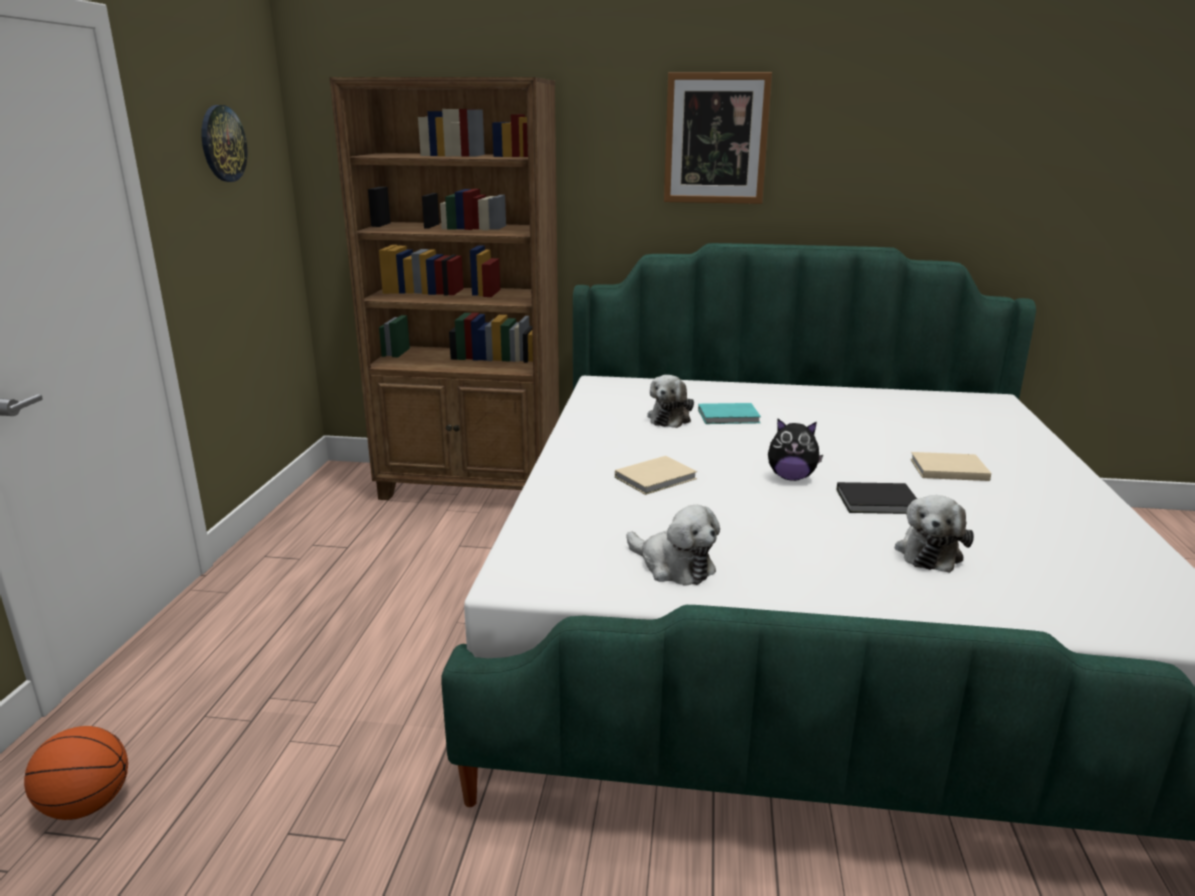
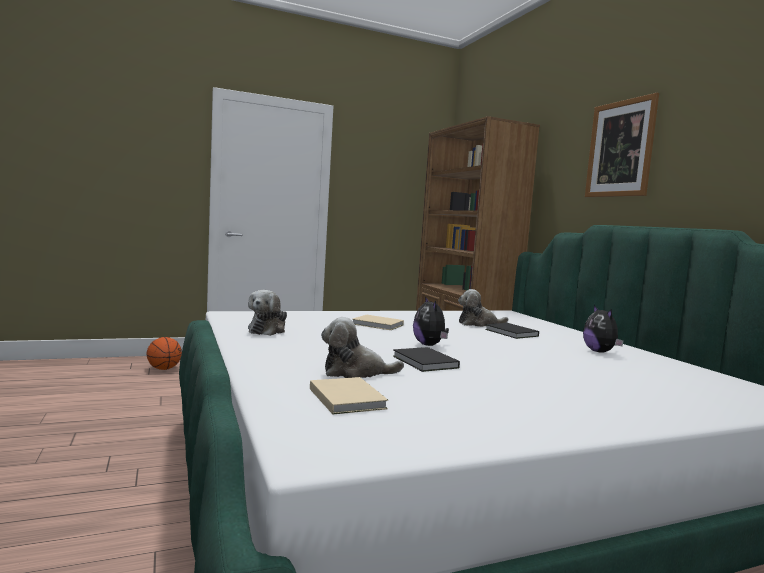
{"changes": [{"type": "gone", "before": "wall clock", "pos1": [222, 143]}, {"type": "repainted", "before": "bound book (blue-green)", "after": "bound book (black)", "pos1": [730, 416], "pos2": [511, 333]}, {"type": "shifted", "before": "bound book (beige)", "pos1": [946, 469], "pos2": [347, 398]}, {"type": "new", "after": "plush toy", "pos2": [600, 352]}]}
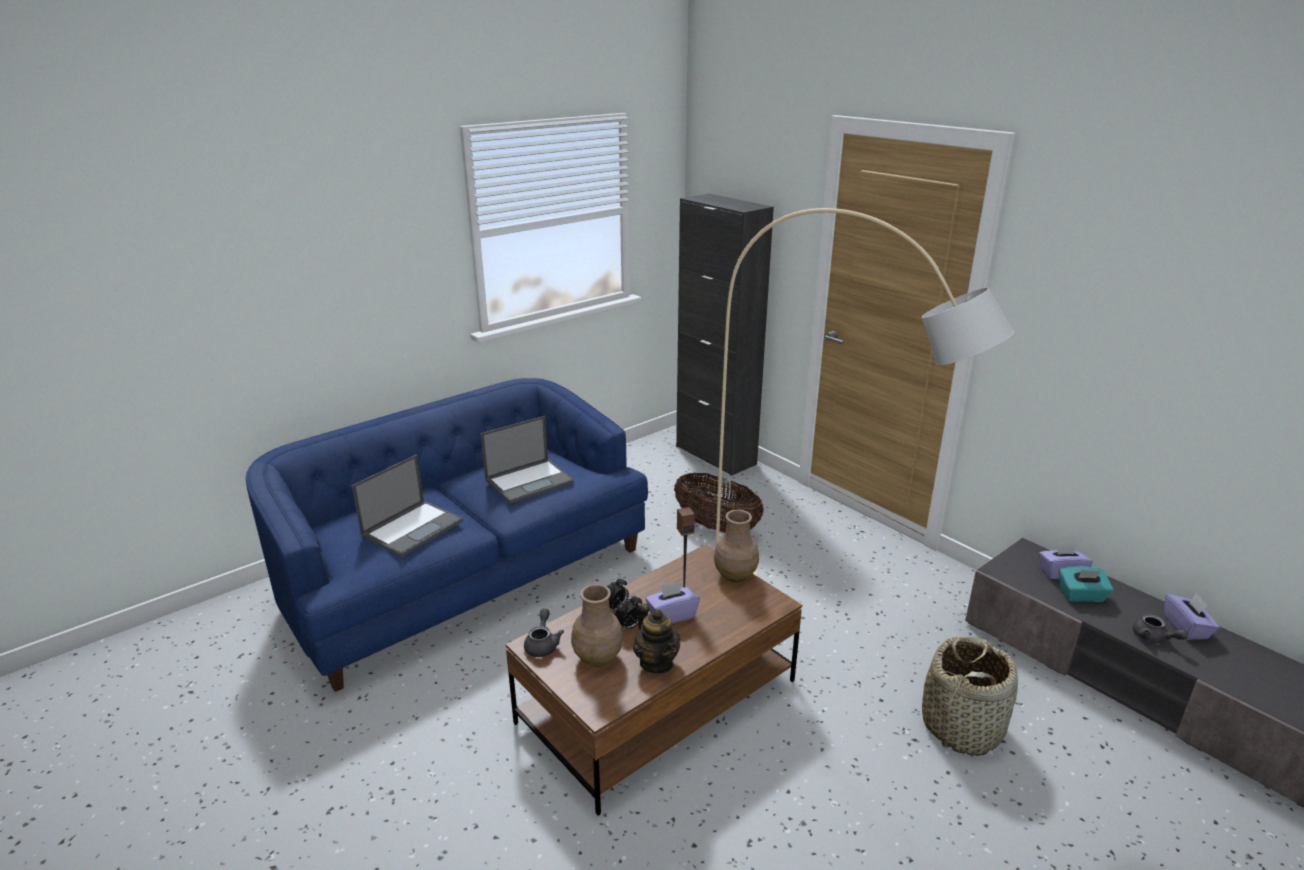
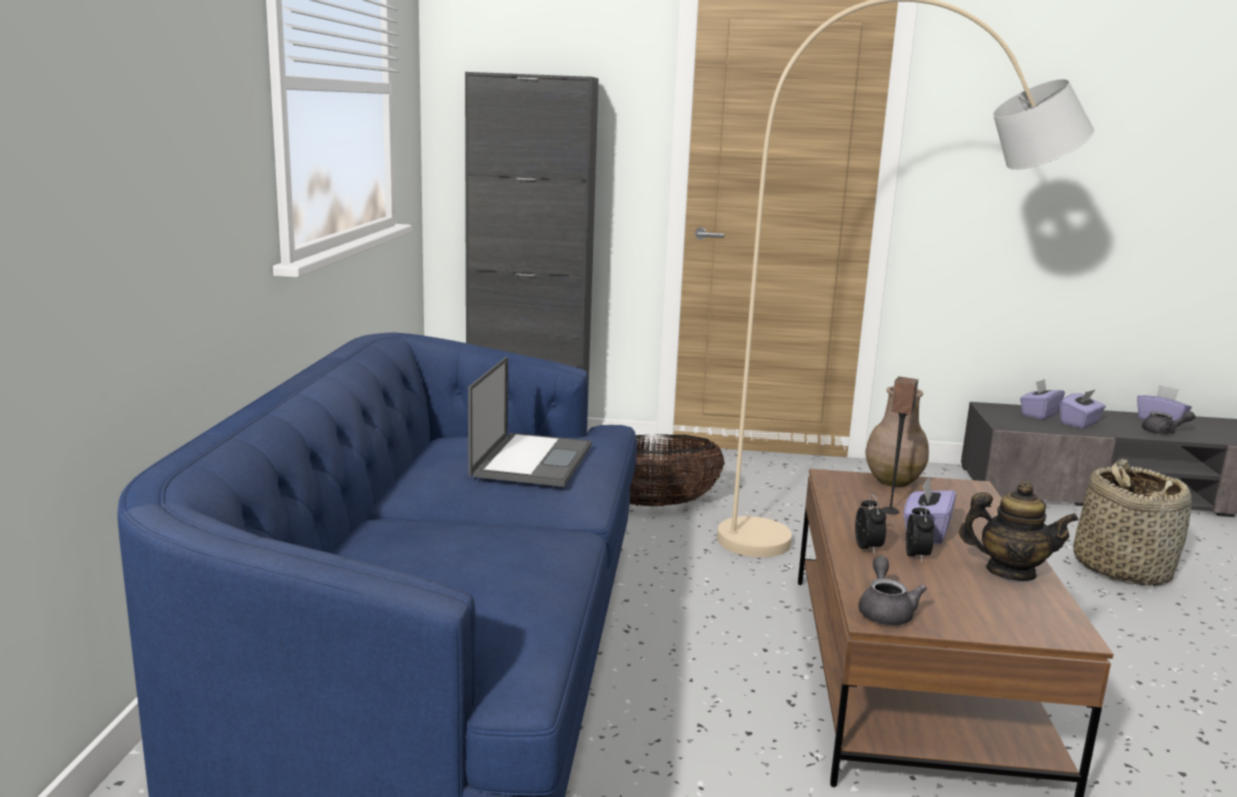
{"changes": [{"type": "gone", "before": "notebook computer", "pos1": [413, 528]}, {"type": "repainted", "before": "tissue holder (blue-green)", "after": "tissue holder (purple-coloured)", "pos1": [1081, 596], "pos2": [1080, 423]}, {"type": "gone", "before": "vase (brownish)", "pos1": [598, 658]}, {"type": "rotated", "before": "teapot (greyish)", "pos1": [542, 644], "pos2": [885, 611], "turn": 45}]}
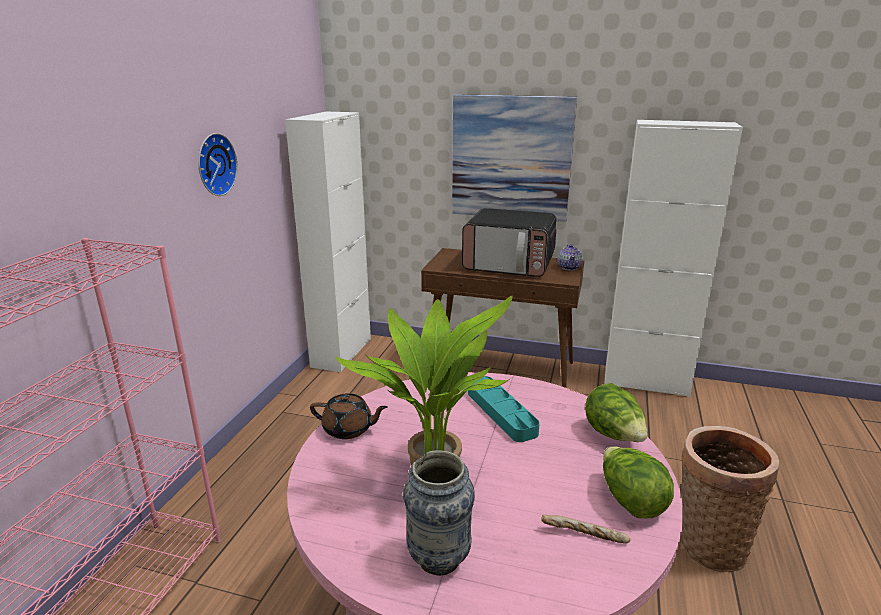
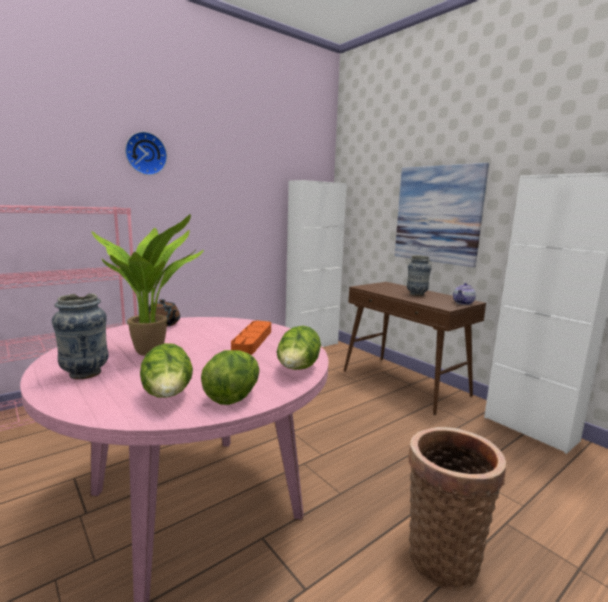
{"changes": [{"type": "shifted", "before": "wall clock", "pos1": [214, 164], "pos2": [145, 154]}, {"type": "swapped", "before": "kitchen microwave", "after": "vase", "pos1": [509, 265], "pos2": [416, 294]}, {"type": "repainted", "before": "tray (blue-green)", "after": "tray (orangey)", "pos1": [501, 412], "pos2": [252, 341]}, {"type": "swapped", "before": "bakery bread", "after": "lettuce head", "pos1": [584, 536], "pos2": [168, 396]}]}
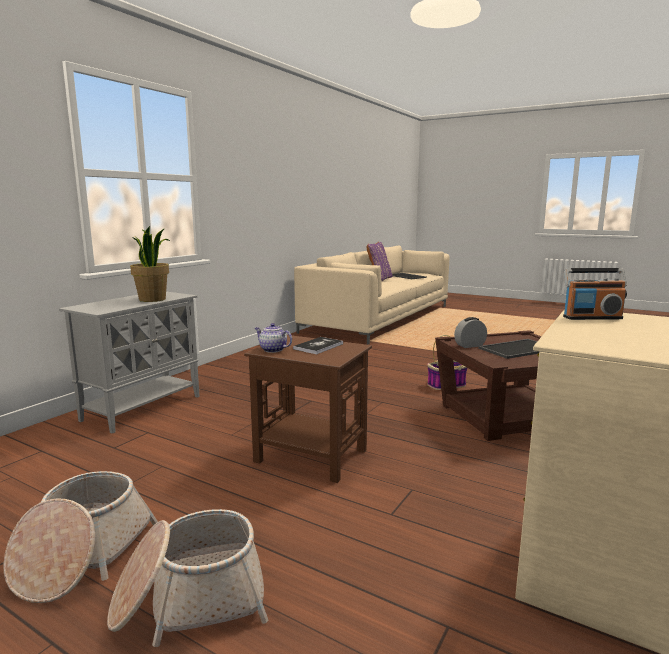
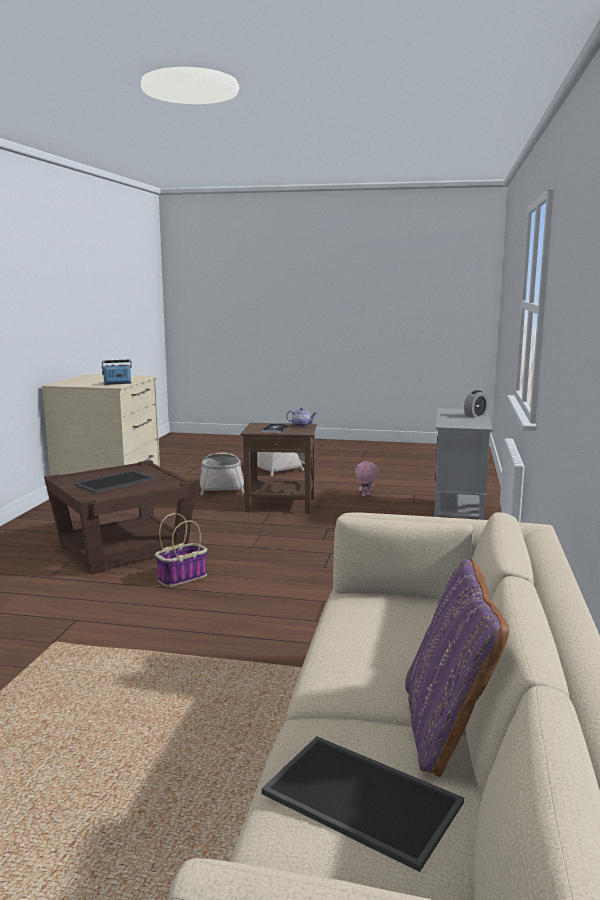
{"changes": [{"type": "gone", "before": "potted plant", "pos1": [153, 299]}, {"type": "shifted", "before": "alarm clock", "pos1": [470, 345], "pos2": [475, 415]}, {"type": "shifted", "before": "household basket", "pos1": [83, 555], "pos2": [222, 486]}, {"type": "new", "after": "plush toy (pink-coloured)", "pos2": [366, 495]}]}
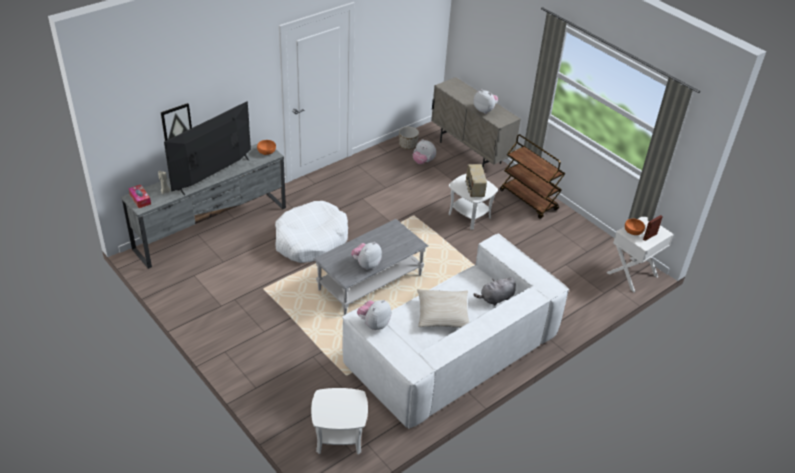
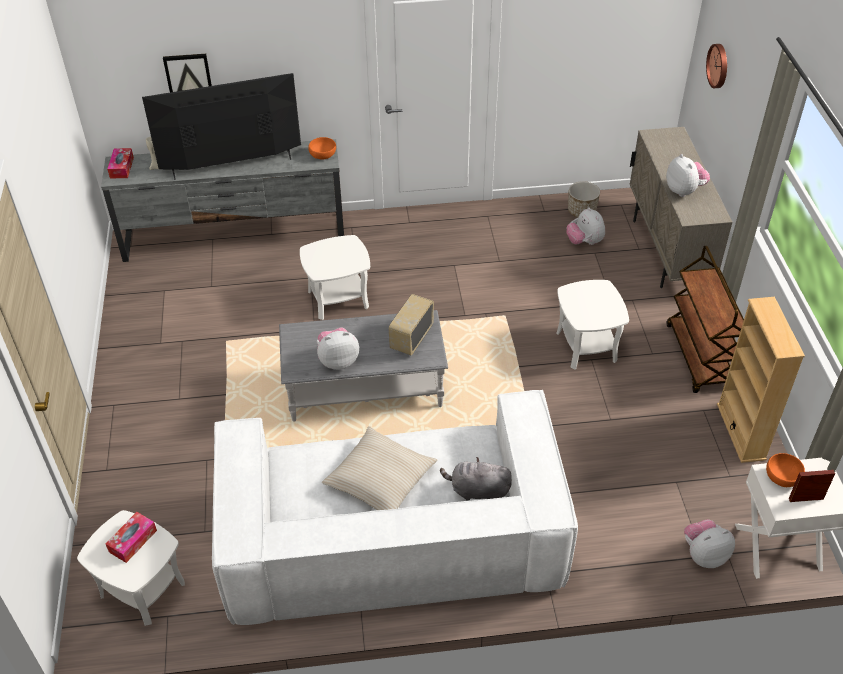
{"changes": [{"type": "shifted", "before": "radio set", "pos1": [474, 189], "pos2": [411, 337]}, {"type": "swapped", "before": "pet bed (whitish)", "after": "end table (whitish)", "pos1": [311, 240], "pos2": [338, 299]}, {"type": "shifted", "before": "plush toy", "pos1": [374, 324], "pos2": [704, 554]}, {"type": "new", "after": "wall clock", "pos2": [719, 65]}, {"type": "new", "after": "bookcase (beige)", "pos2": [741, 431]}, {"type": "new", "after": "tissue holder", "pos2": [133, 541]}]}
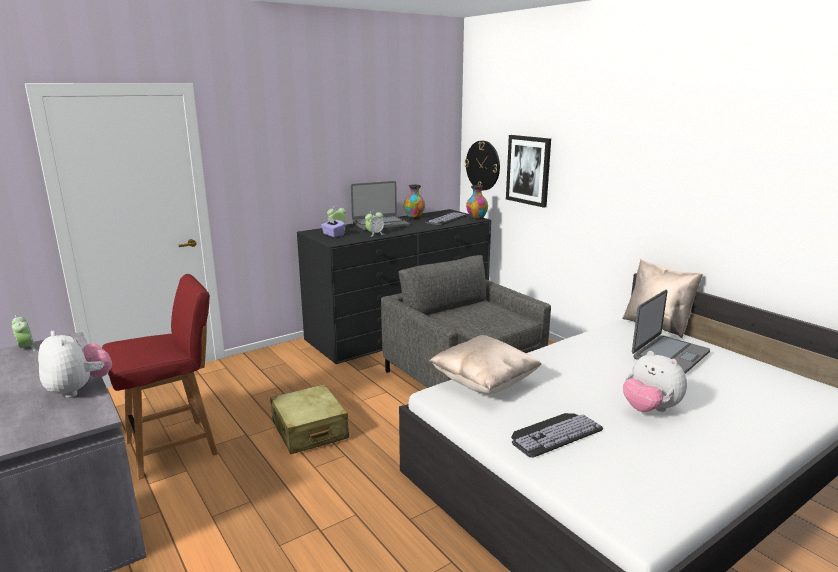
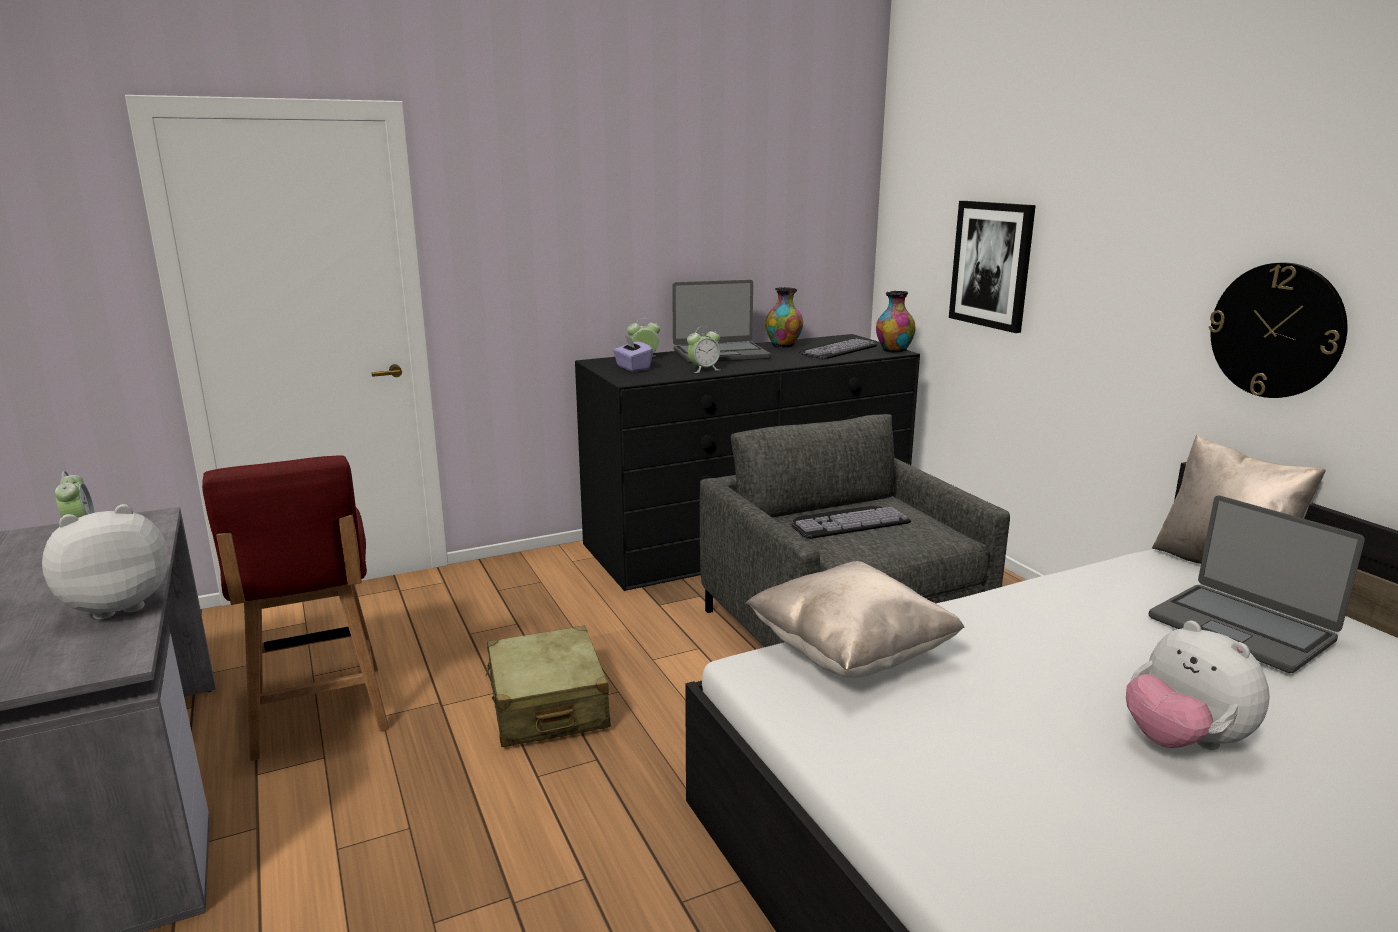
{"changes": [{"type": "shifted", "before": "wall clock", "pos1": [483, 165], "pos2": [1276, 330]}, {"type": "rotated", "before": "chair (red-coloured)", "pos1": [174, 447], "pos2": [318, 713], "turn": 90}, {"type": "rotated", "before": "notebook computer", "pos1": [669, 355], "pos2": [1241, 628], "turn": 90}, {"type": "rotated", "before": "plush toy", "pos1": [79, 389], "pos2": [118, 606], "turn": -90}, {"type": "shifted", "before": "PC keyboard", "pos1": [554, 432], "pos2": [848, 521]}]}
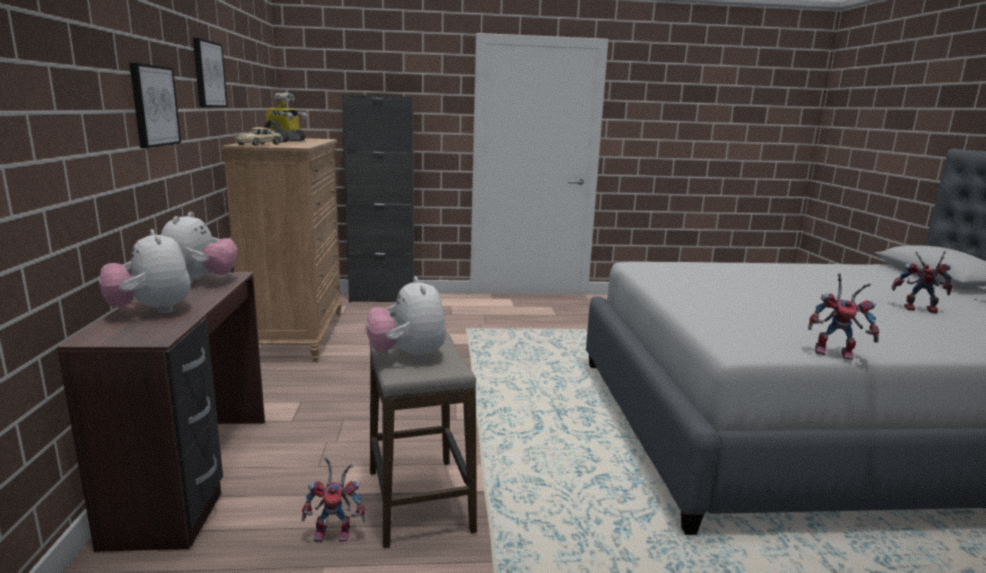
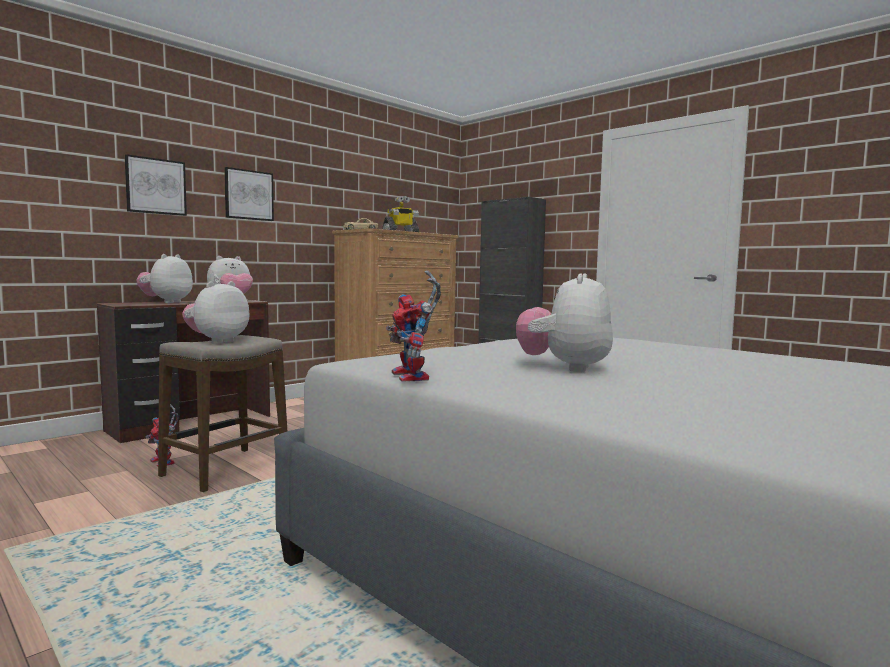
{"changes": [{"type": "shifted", "before": "wall art", "pos1": [208, 74], "pos2": [155, 186]}, {"type": "gone", "before": "model robot", "pos1": [917, 309]}, {"type": "new", "after": "plush toy", "pos2": [565, 368]}]}
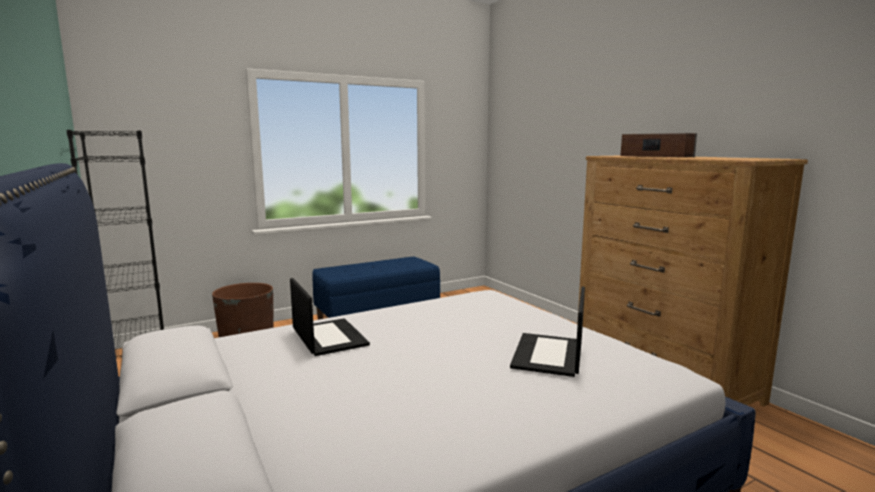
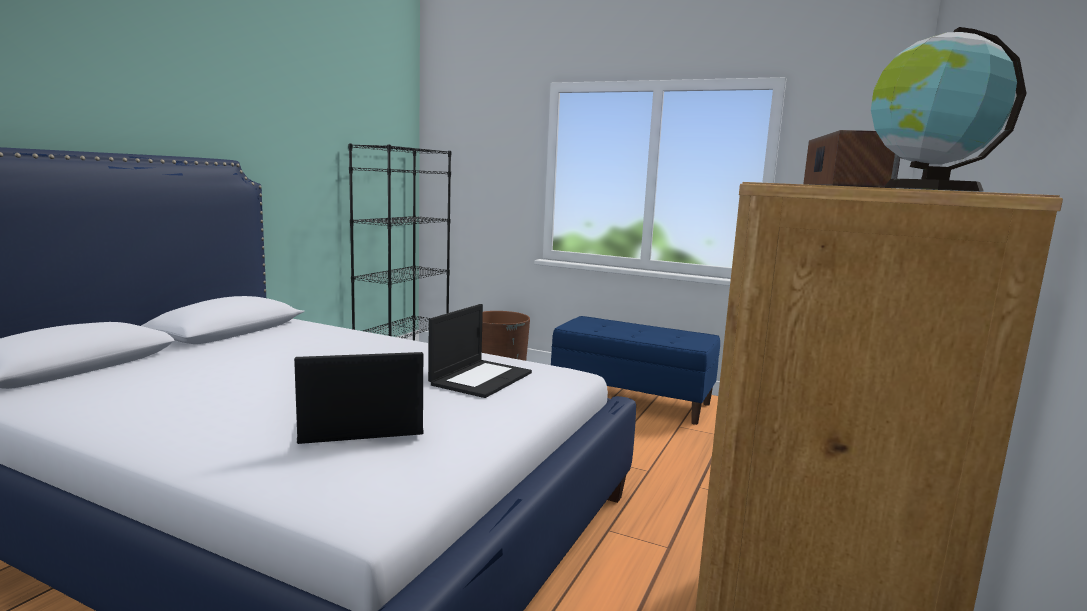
{"changes": [{"type": "shifted", "before": "notebook computer", "pos1": [328, 337], "pos2": [481, 378]}, {"type": "new", "after": "desk globe", "pos2": [927, 189]}]}
